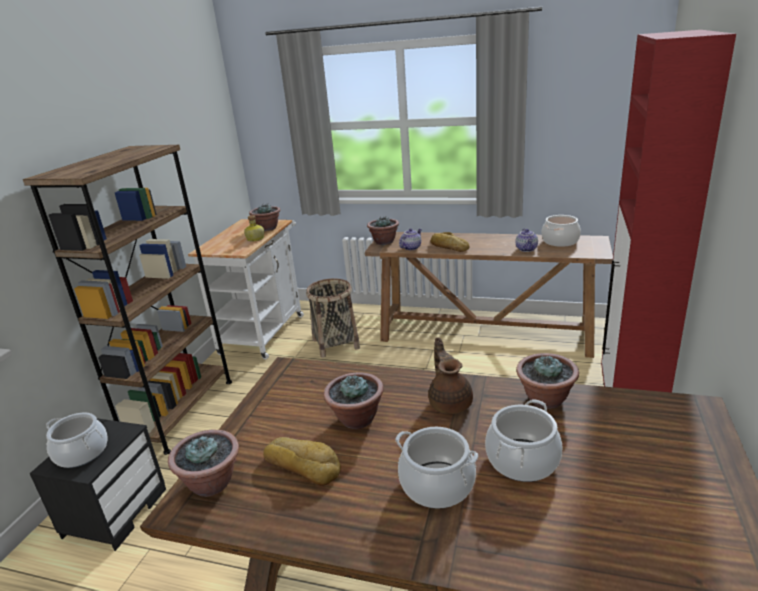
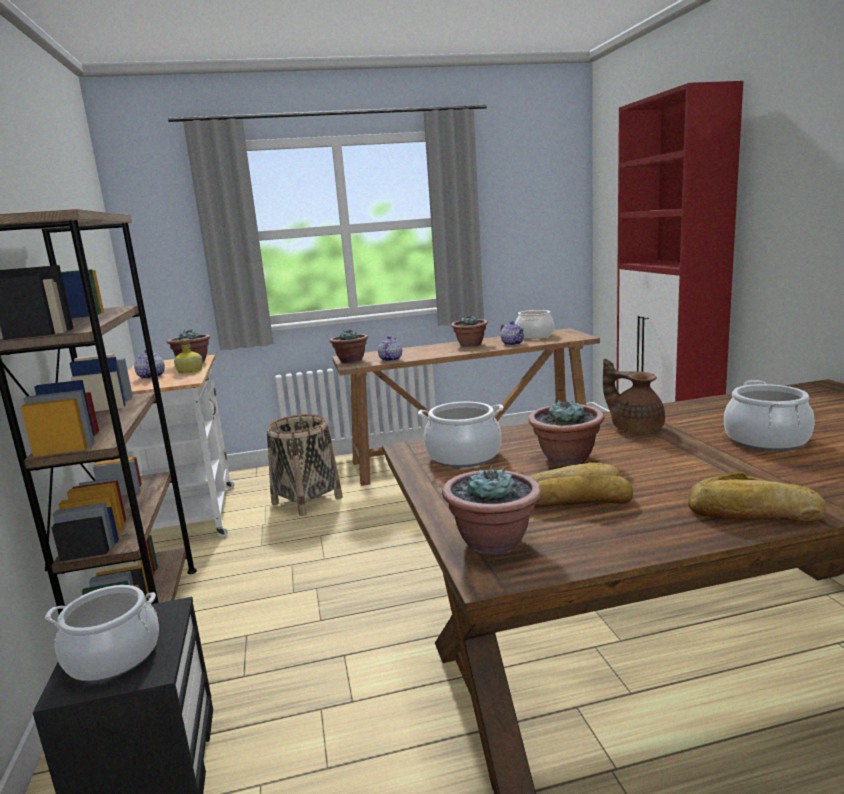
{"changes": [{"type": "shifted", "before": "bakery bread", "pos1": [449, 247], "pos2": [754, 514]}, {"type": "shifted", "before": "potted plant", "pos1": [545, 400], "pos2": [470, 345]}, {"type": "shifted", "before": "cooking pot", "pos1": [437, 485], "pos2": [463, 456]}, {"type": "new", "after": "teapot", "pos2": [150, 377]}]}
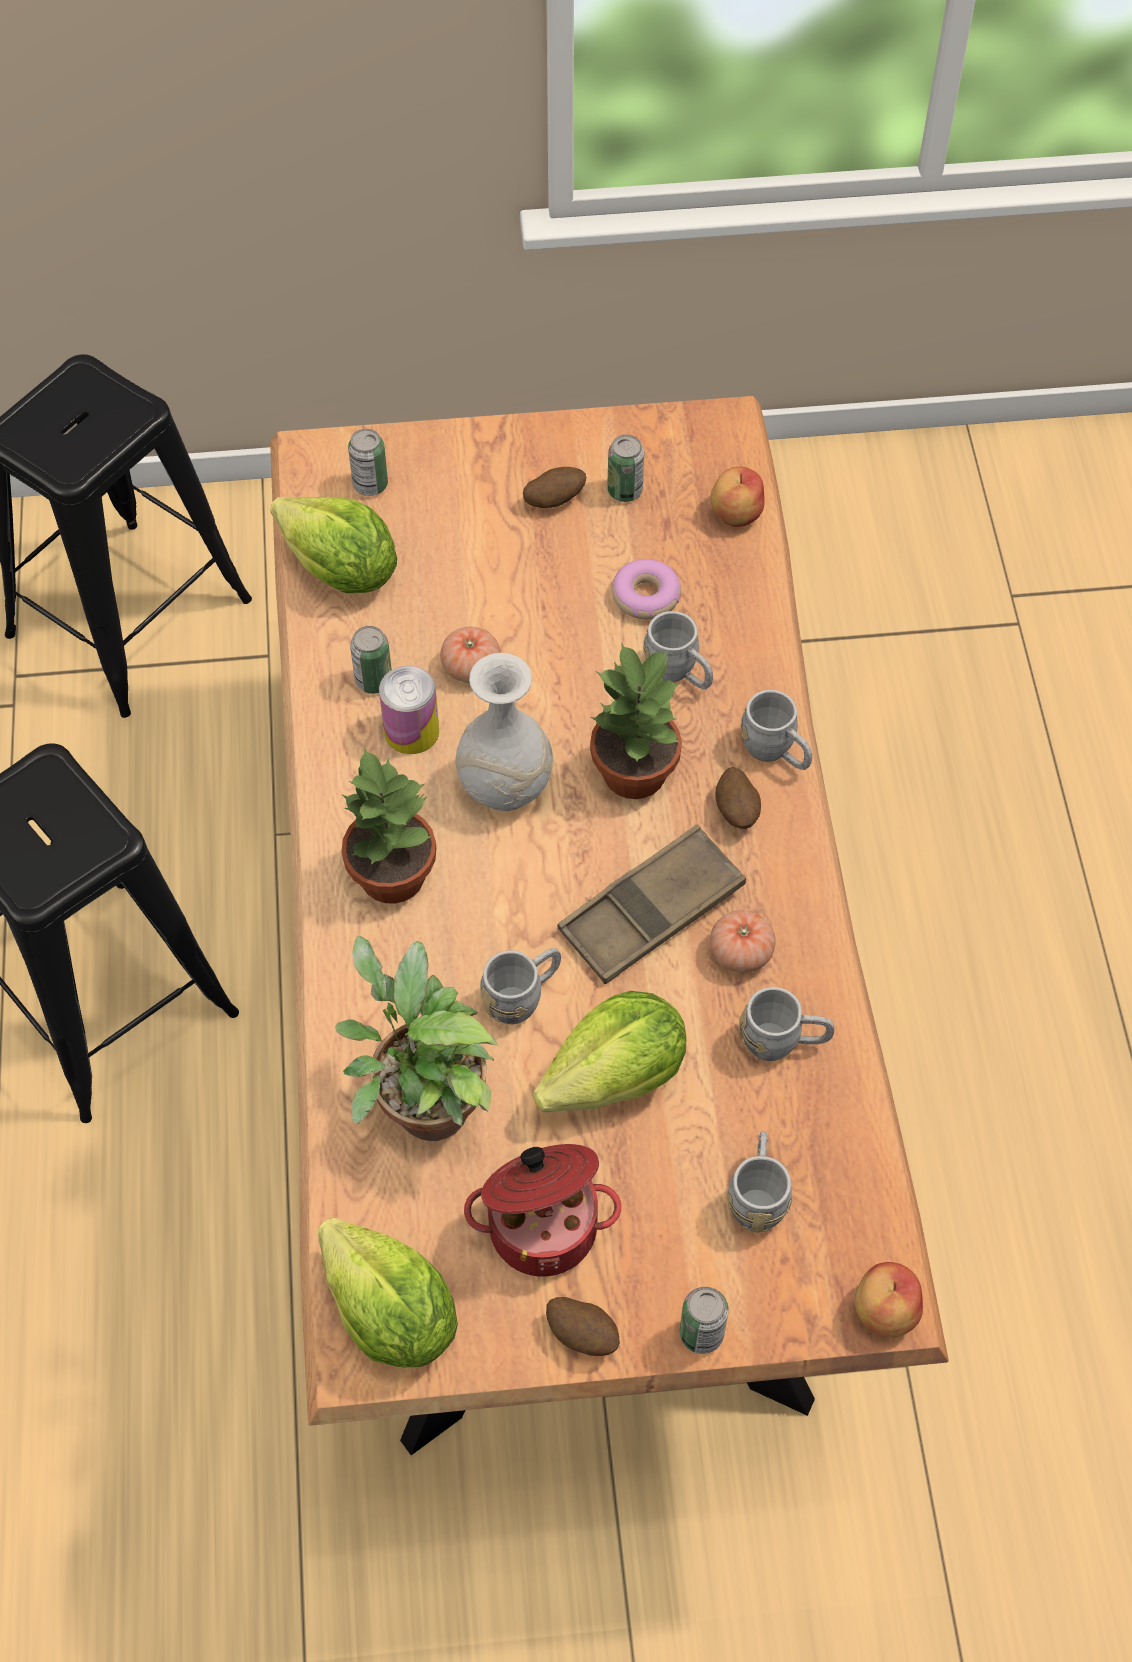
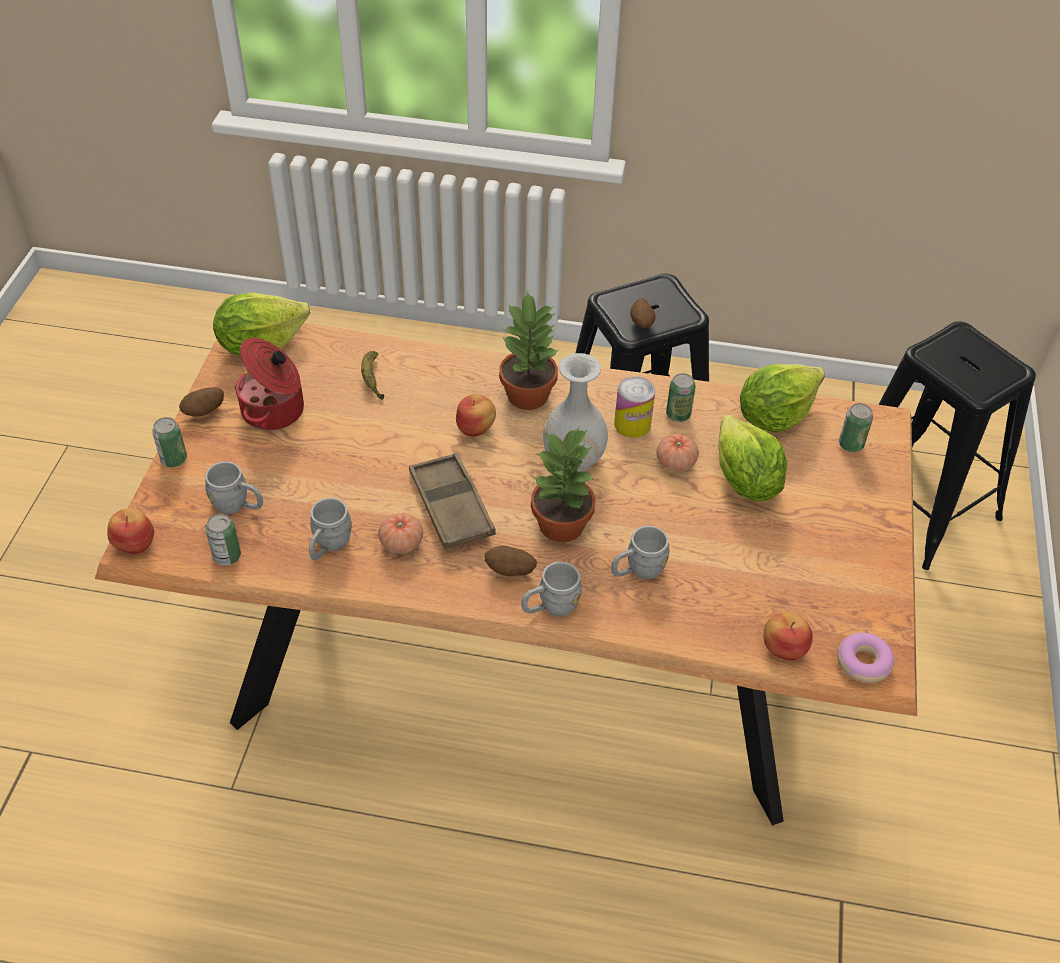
{"changes": [{"type": "shifted", "before": "metal can", "pos1": [625, 491], "pos2": [227, 556]}, {"type": "shifted", "before": "whole potato", "pos1": [554, 500], "pos2": [642, 323]}, {"type": "shifted", "before": "donut", "pos1": [645, 596], "pos2": [863, 662]}, {"type": "swapped", "before": "potted plant", "after": "banana fruit", "pos1": [423, 1103], "pos2": [372, 379]}, {"type": "gone", "before": "tea mug (greyish)", "pos1": [523, 997]}, {"type": "shifted", "before": "lettuce head", "pos1": [616, 1077], "pos2": [744, 481]}, {"type": "new", "after": "whole apple", "pos2": [476, 428]}]}
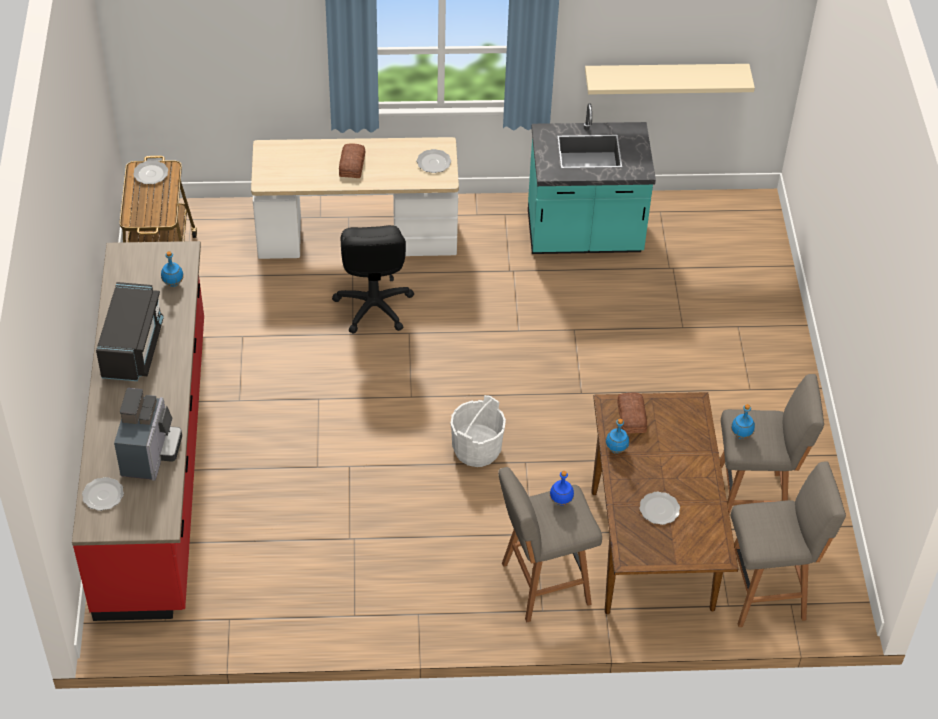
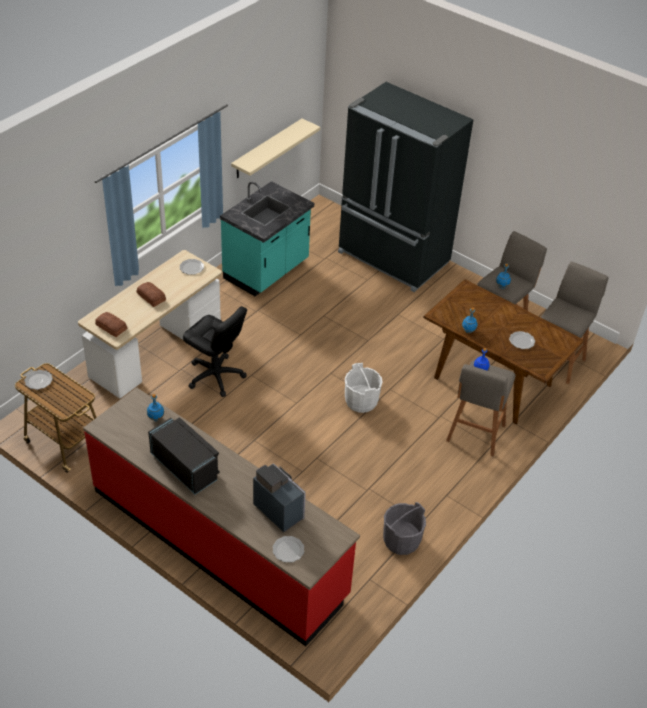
{"changes": [{"type": "shifted", "before": "bakery bread", "pos1": [630, 417], "pos2": [111, 327]}, {"type": "new", "after": "fridge (black)", "pos2": [392, 258]}, {"type": "new", "after": "water bucket (greyish)", "pos2": [401, 540]}]}
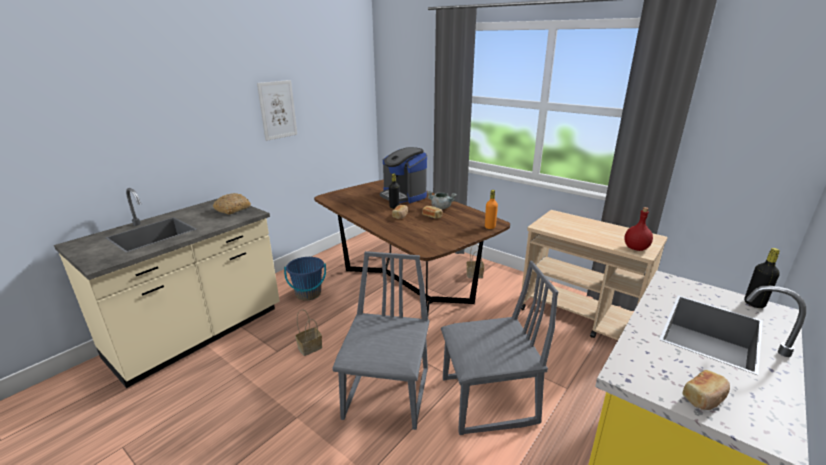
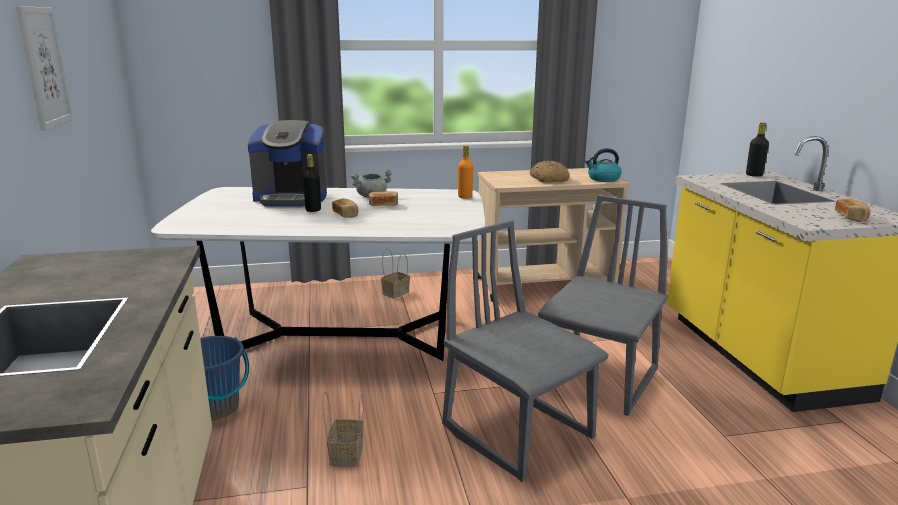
{"changes": [{"type": "repainted", "before": "dining table (brownish)", "after": "dining table (whitish)", "pos1": [406, 286], "pos2": [339, 335]}, {"type": "shifted", "before": "bakery bread", "pos1": [233, 209], "pos2": [548, 179]}, {"type": "swapped", "before": "beverage bottle (red-coloured)", "after": "water kettle", "pos1": [636, 248], "pos2": [603, 179]}]}
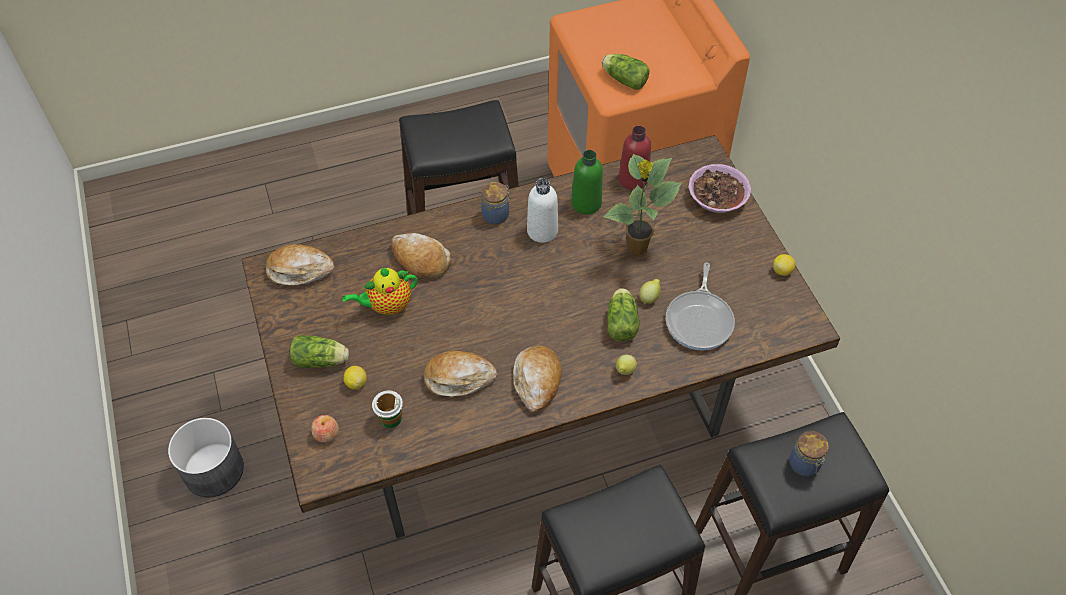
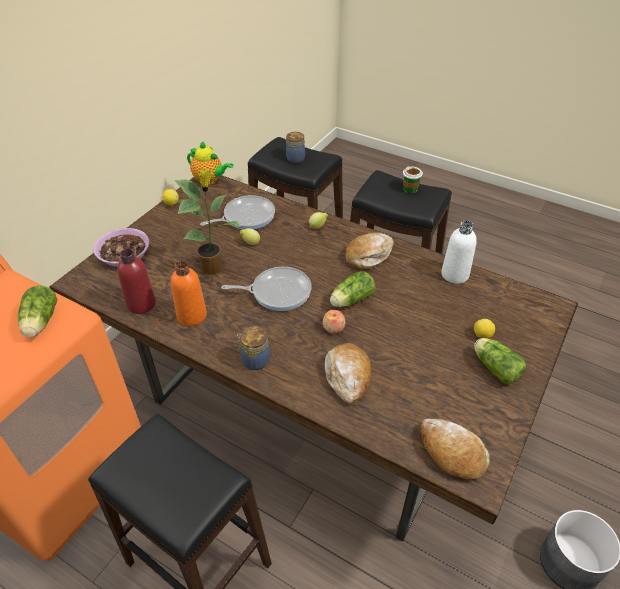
{"changes": [{"type": "repainted", "before": "beverage bottle (greenish)", "after": "beverage bottle (orangey)", "pos1": [586, 203], "pos2": [192, 315]}, {"type": "shifted", "before": "beverage bottle (whitish)", "pos1": [542, 231], "pos2": [454, 274]}, {"type": "shifted", "before": "teapot", "pos1": [387, 306], "pos2": [210, 180]}, {"type": "shifted", "before": "lettuce head", "pos1": [621, 321], "pos2": [350, 300]}, {"type": "gone", "before": "bakery bread", "pos1": [459, 378]}, {"type": "shifted", "before": "cup", "pos1": [390, 418], "pos2": [410, 189]}, {"type": "shifted", "before": "whole apple", "pos1": [326, 434], "pos2": [333, 328]}, {"type": "new", "after": "skillet", "pos2": [277, 292]}]}
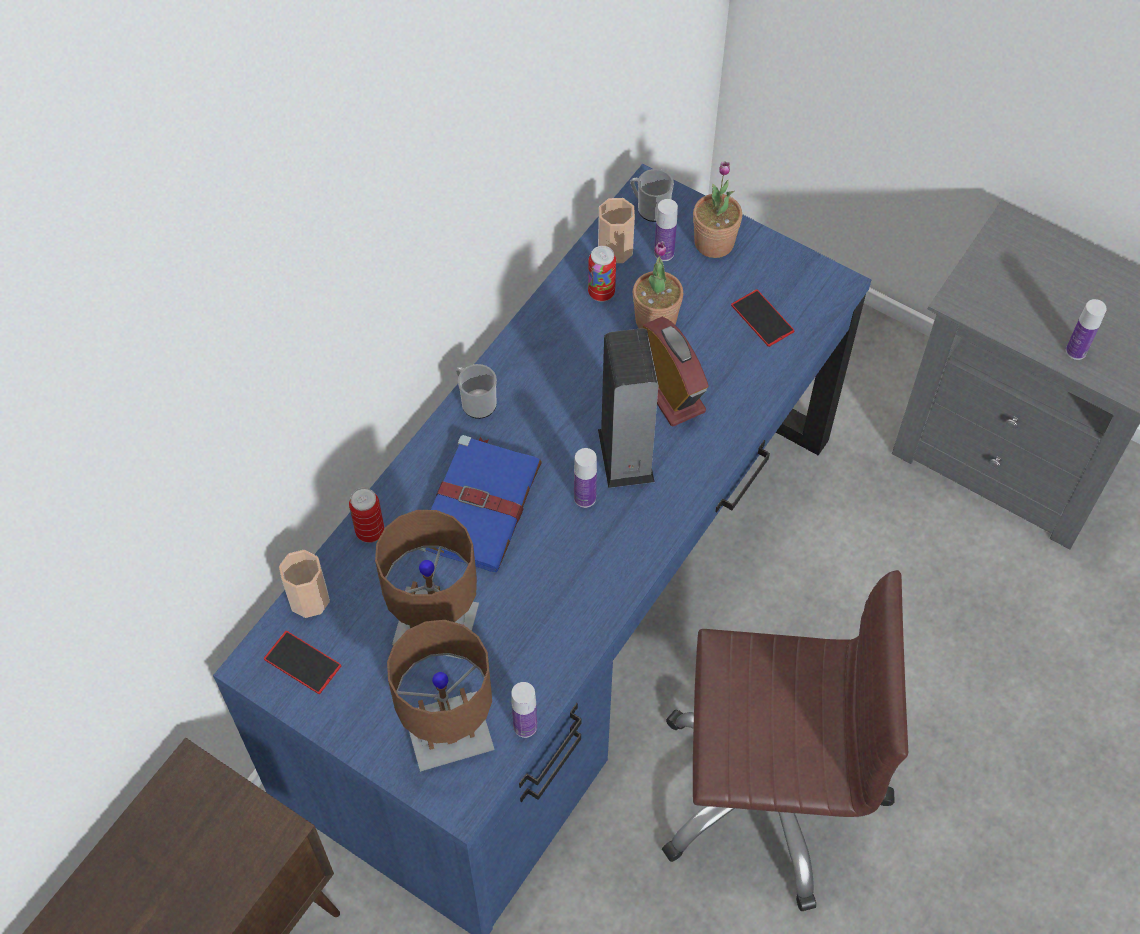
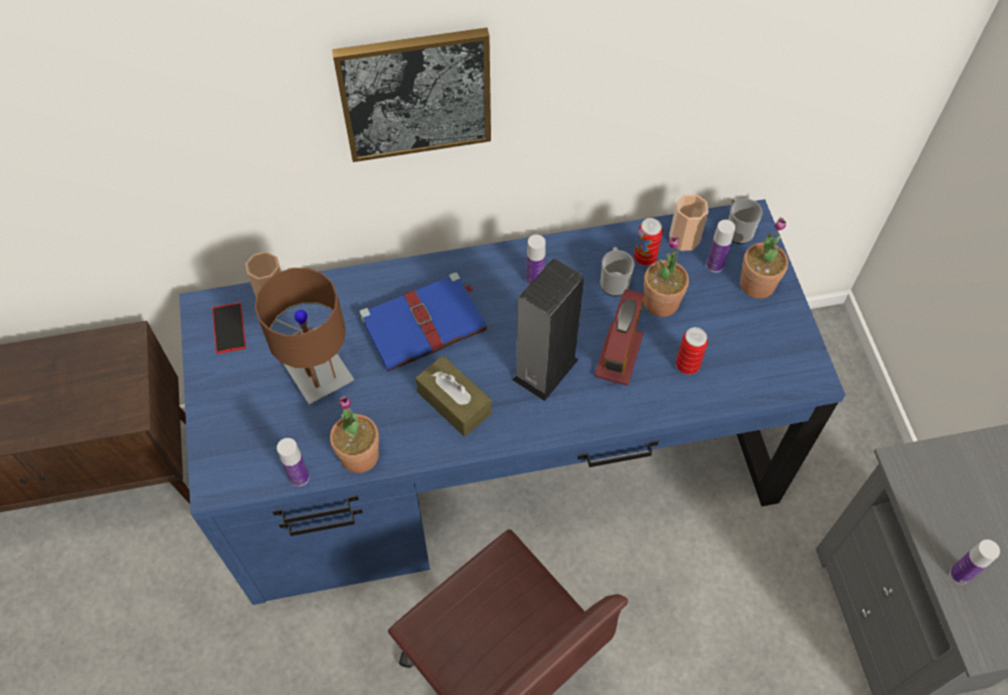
{"changes": [{"type": "gone", "before": "handset", "pos1": [762, 318]}, {"type": "shifted", "before": "tea mug", "pos1": [476, 402], "pos2": [614, 281]}, {"type": "shifted", "before": "beverage bottle", "pos1": [585, 498], "pos2": [534, 279]}, {"type": "shifted", "before": "metal can", "pos1": [370, 531], "pos2": [687, 365]}, {"type": "gone", "before": "tabletop lamp (brownish)", "pos1": [449, 735]}, {"type": "new", "after": "wall art", "pos2": [415, 94]}, {"type": "new", "after": "tissue holder (brownish)", "pos2": [454, 403]}, {"type": "new", "after": "potted plant", "pos2": [359, 455]}]}
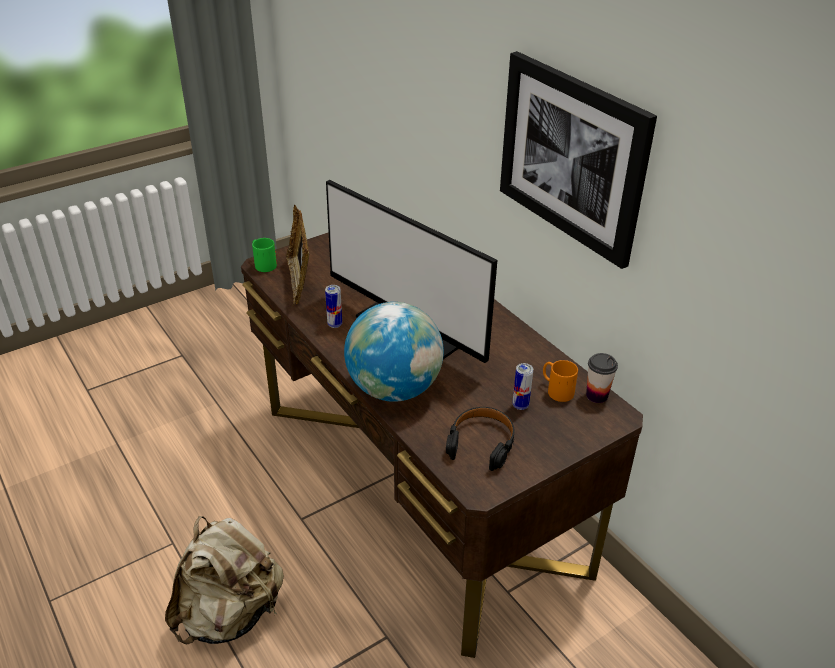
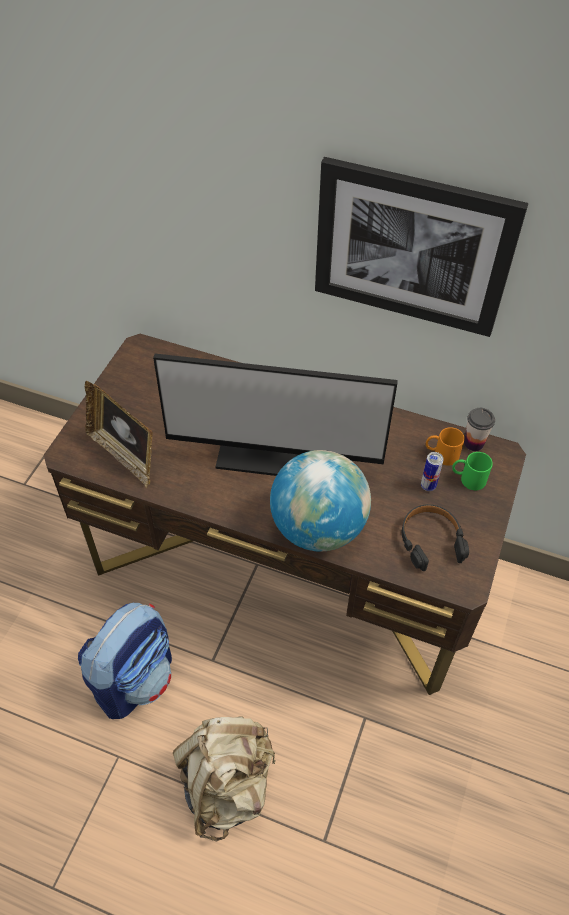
{"changes": [{"type": "shifted", "before": "tea mug (greenish)", "pos1": [263, 264], "pos2": [468, 479]}, {"type": "gone", "before": "metal can", "pos1": [335, 324]}, {"type": "new", "after": "rucksack", "pos2": [135, 678]}]}
